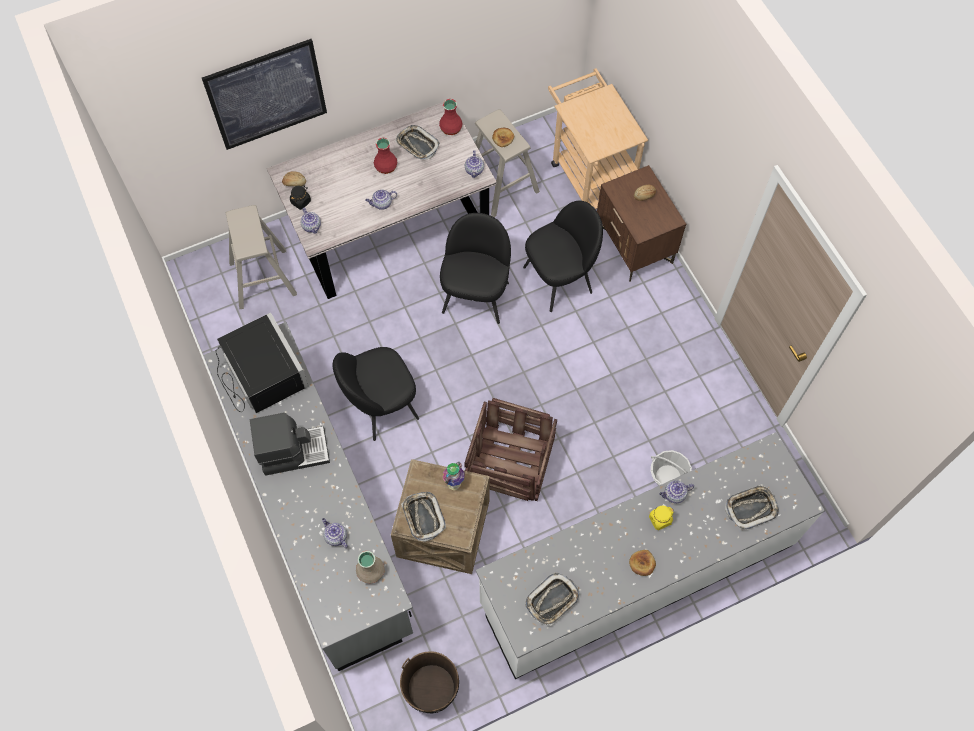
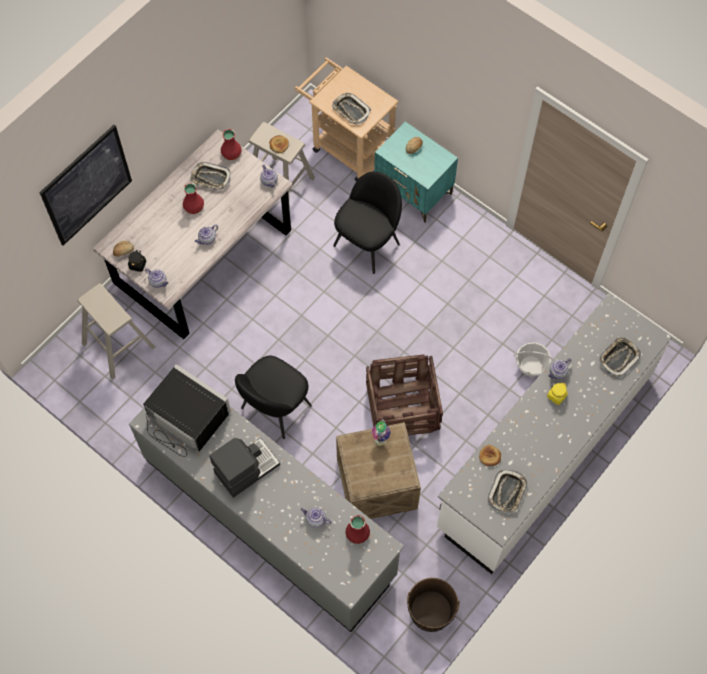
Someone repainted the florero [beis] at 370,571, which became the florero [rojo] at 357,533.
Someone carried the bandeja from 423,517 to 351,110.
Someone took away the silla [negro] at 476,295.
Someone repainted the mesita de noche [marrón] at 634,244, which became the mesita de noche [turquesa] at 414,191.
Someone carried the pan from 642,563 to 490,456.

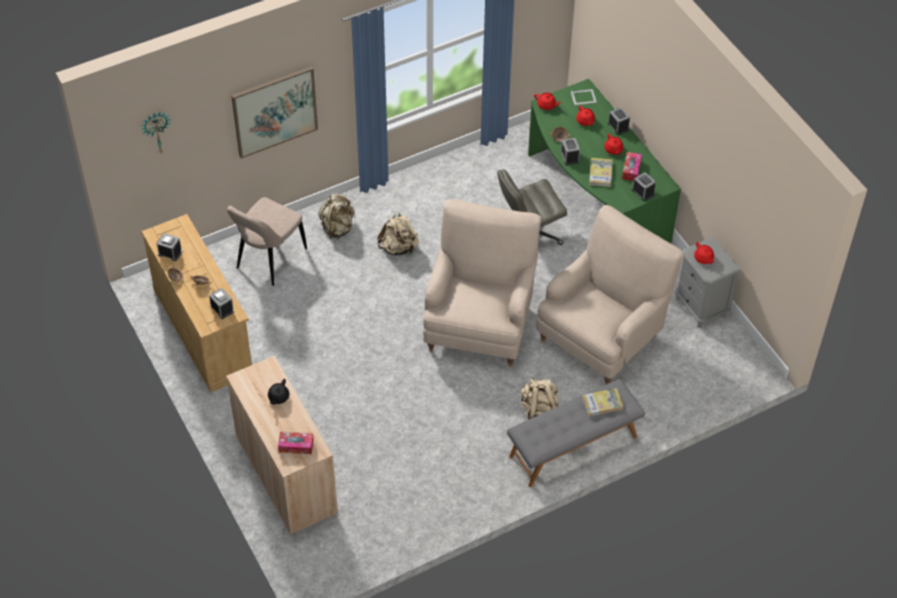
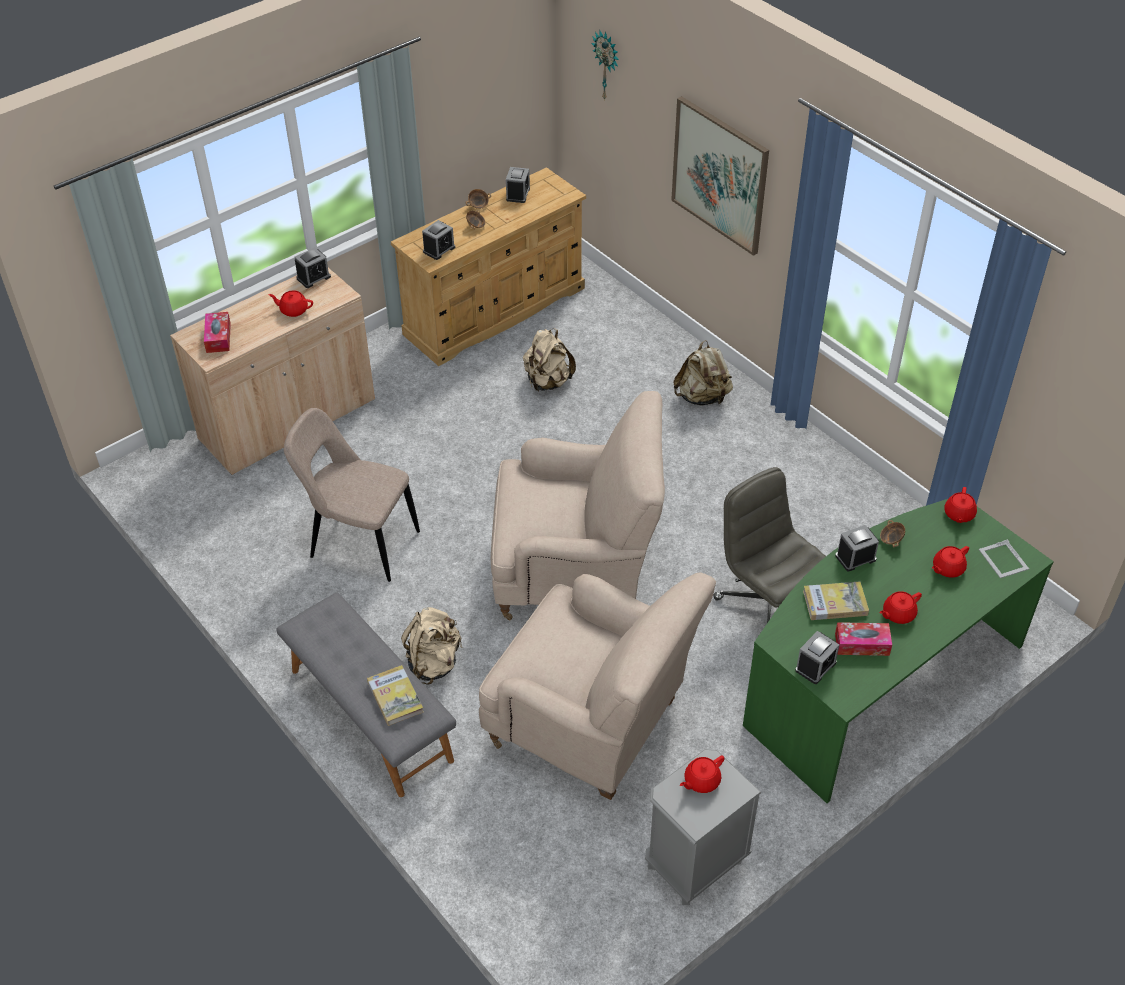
Someone carried the silla [beis] from 269,260 to 360,543.
Someone repainted the tetera [negro] at 278,397, which became the tetera [rojo] at 293,310.
Someone carried the mochila [beis] from 399,248 to 548,382.
Someone carried the despertador from 618,126 to 313,277.

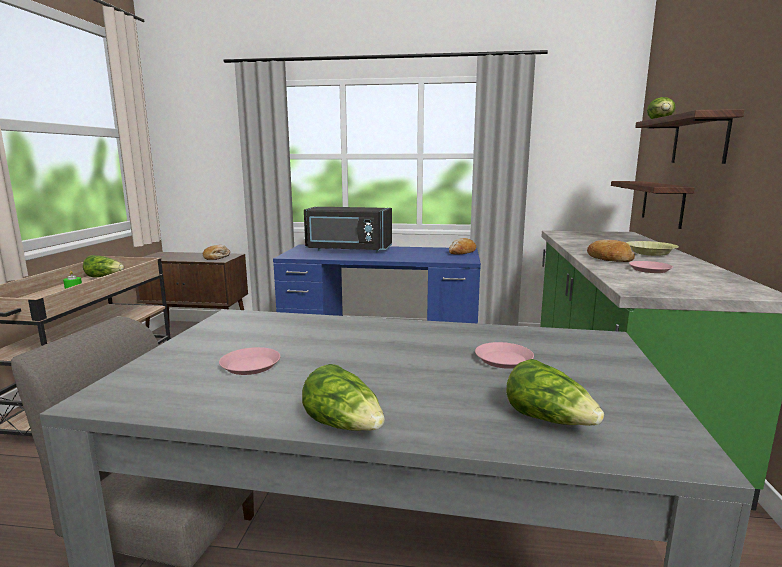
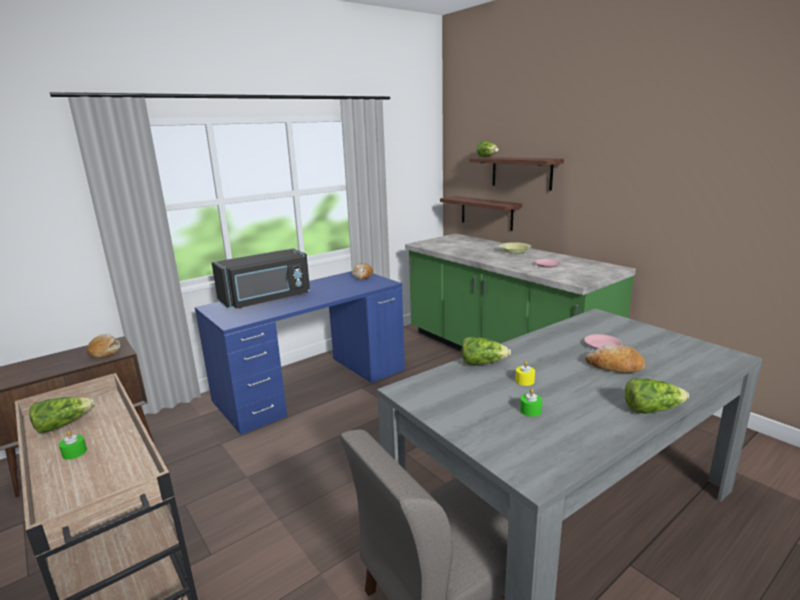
Someone swapped the plato [rosa] at 250,365 for the vela [verde] at 530,410.
Someone carried the lechuga from 549,420 to 482,363.
Someone carried the pan from 608,259 to 615,366.
Someone put down the vela [amarillo] at 524,381.

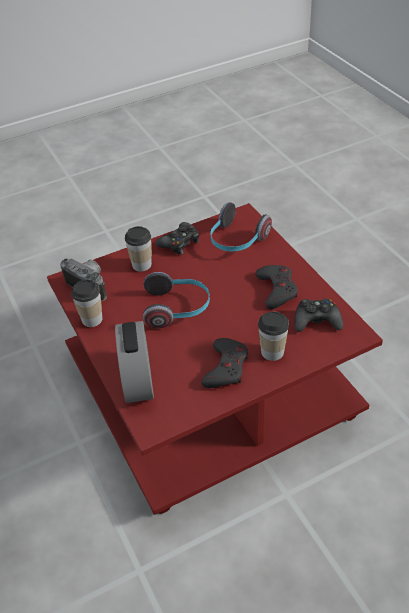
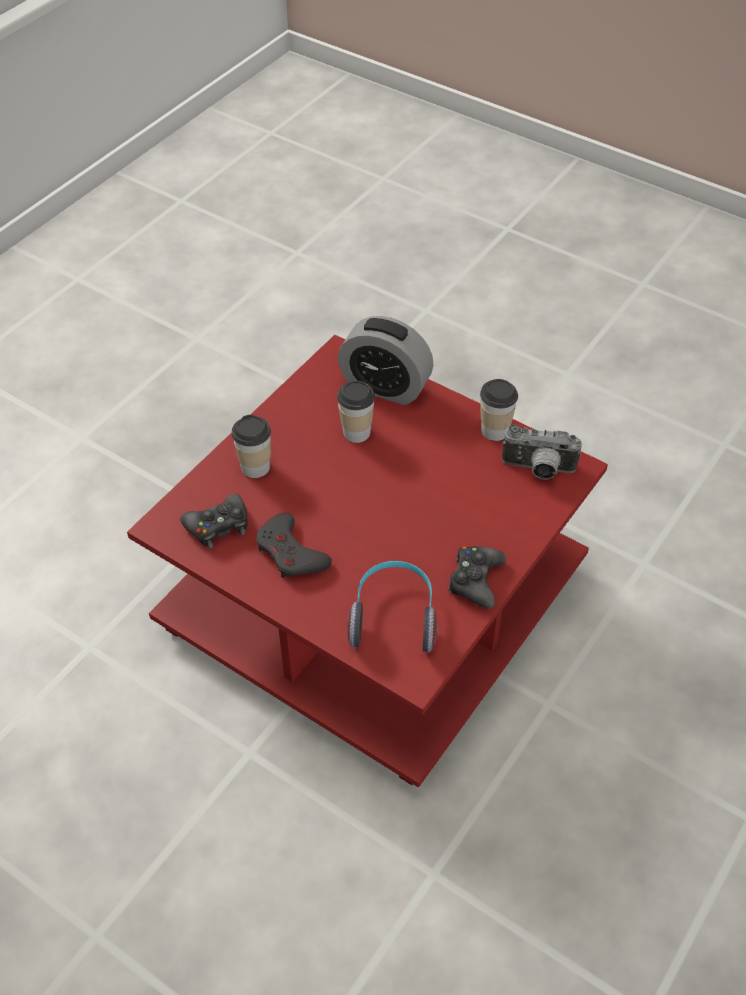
Someone rotated the despertador at 138,381 by 150 degrees clockwise.
Someone carried the taza from 142,265 to 356,432.
Someone took away the auriculares at 177,309.
Someone took away the mando de consola [gris] at 226,367.

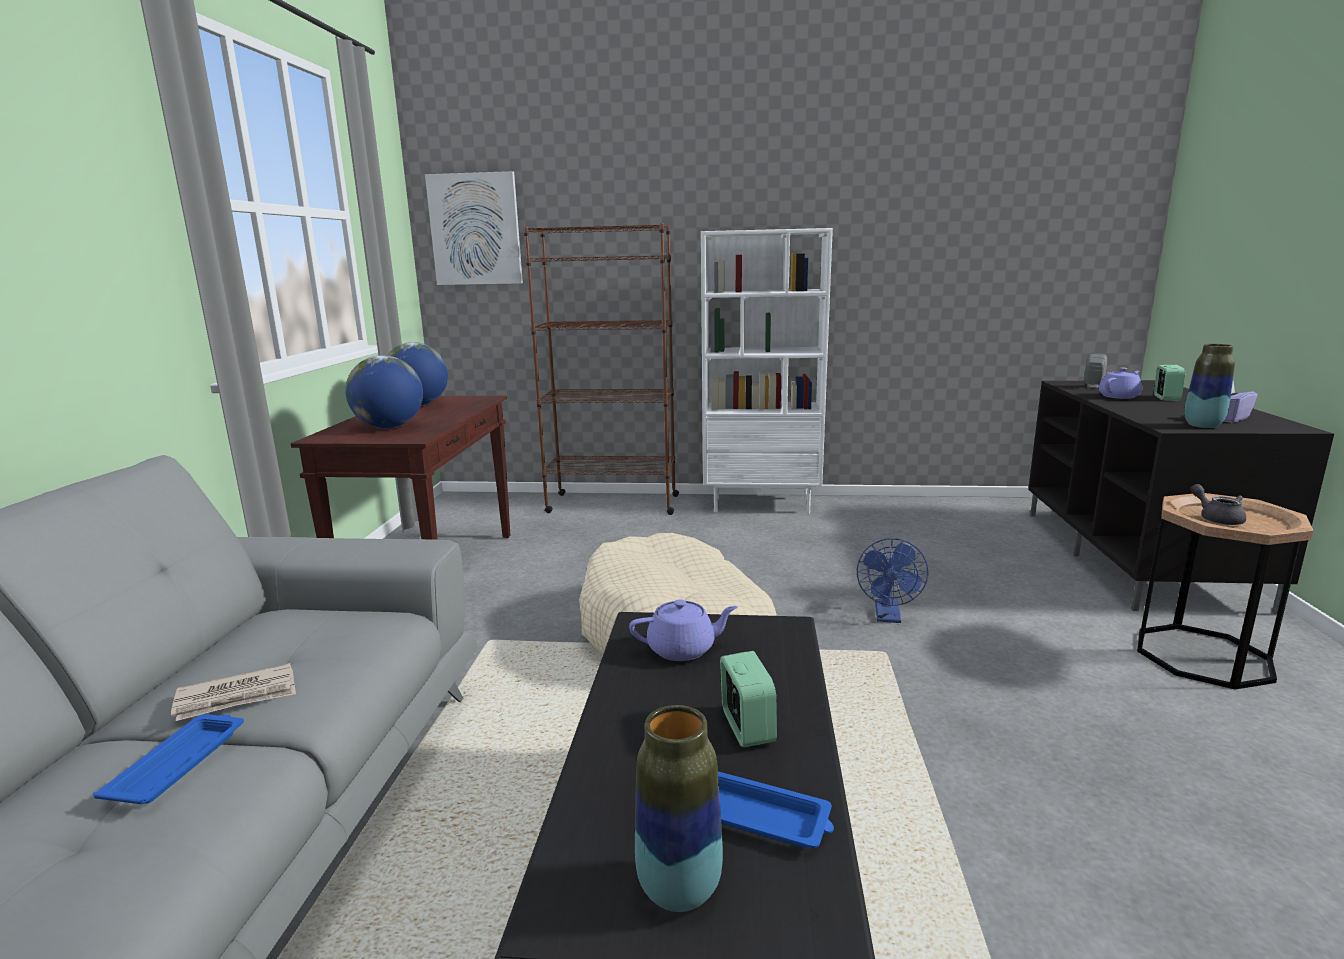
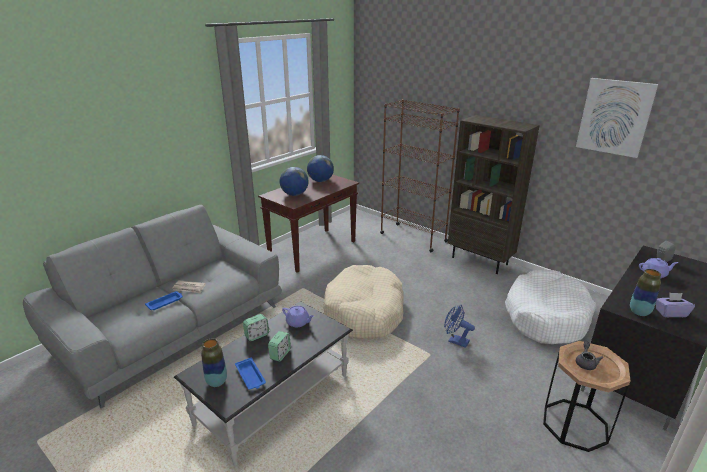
Someone carried the cuadro from 475,229 to 614,117.
Someone repainted the estantería [blanco] at 762,505, which became the estantería [marrón] at 480,261.
Someone rotated the ventilador [azul] at 888,617 by 75 degrees clockwise.
Someone carried the despertador from 1166,398 to 257,335.
Someone put down the cama para perro [blanco] at 545,316.

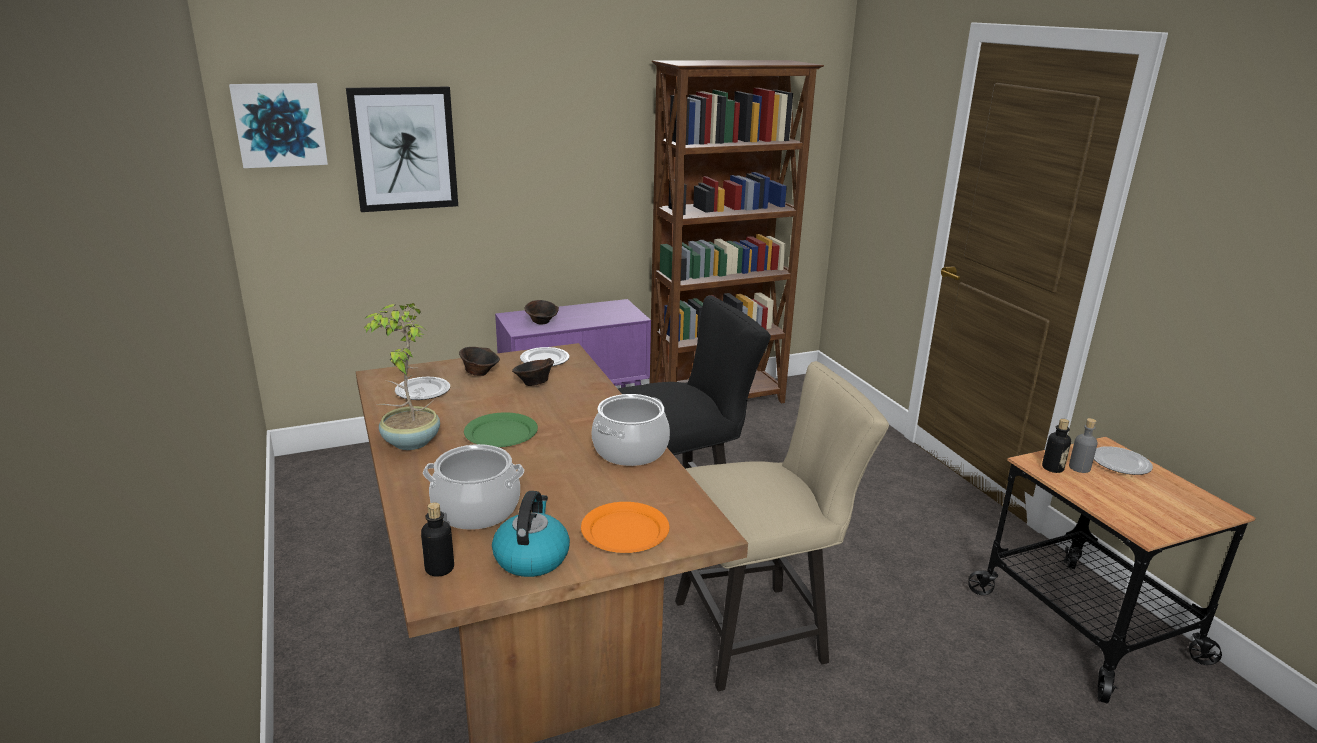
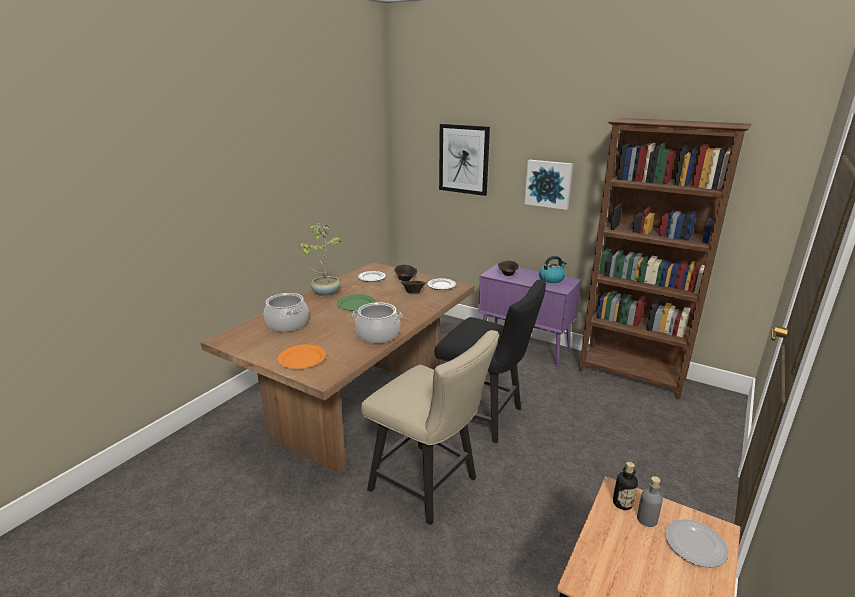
Someone carried the cuadro from 280,124 to 548,184.
Someone took away the botella at 439,568.
Someone carried the hervidor from 531,557 to 551,279.

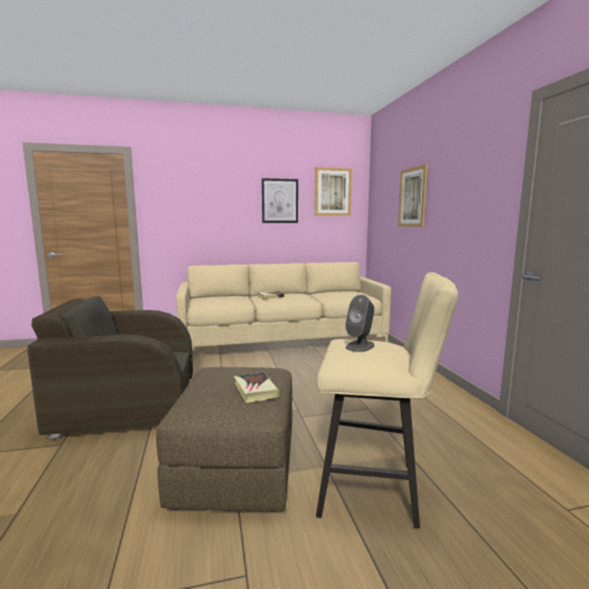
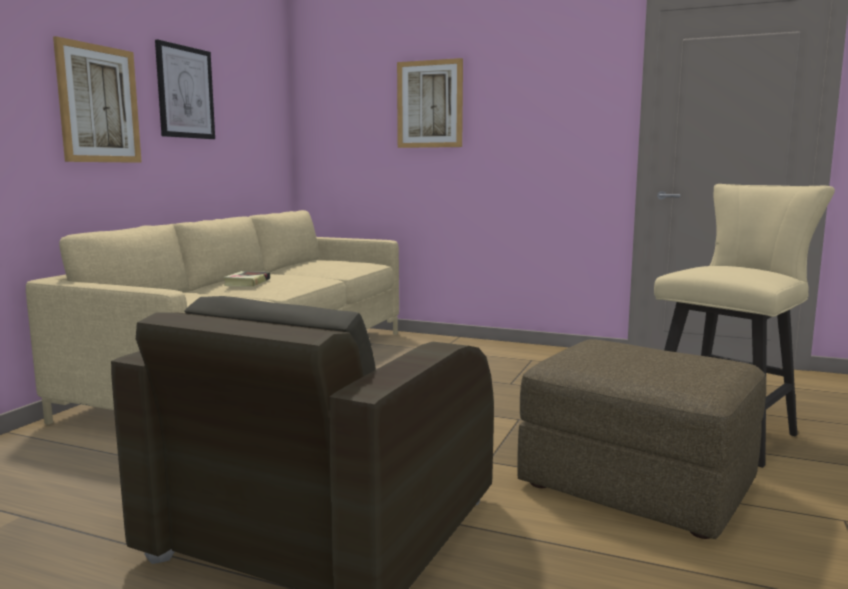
Someone took away the libro at 255,390.
Someone carried the cuadro from 333,192 to 99,104.
Someone took away the altavoz [gris] at 360,346.

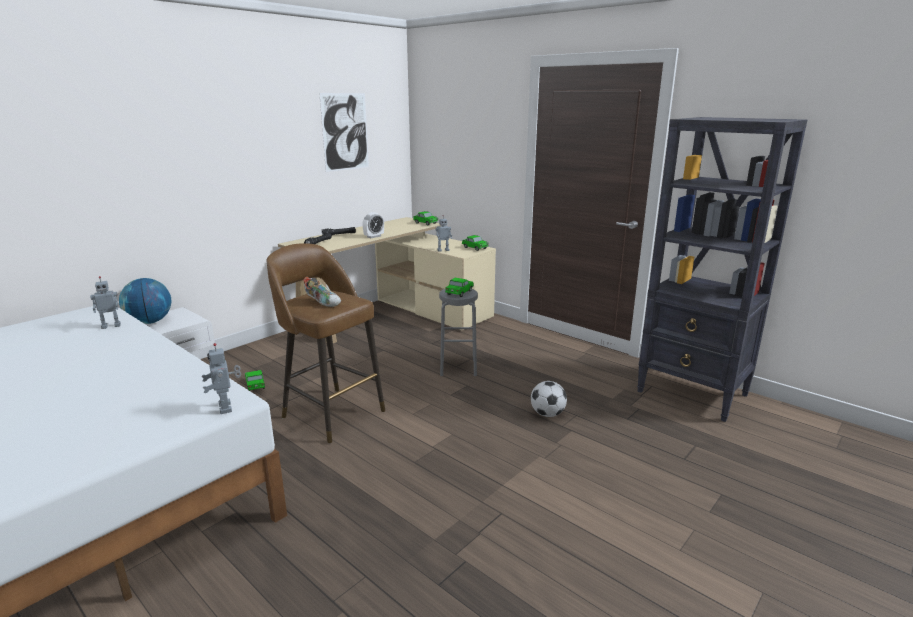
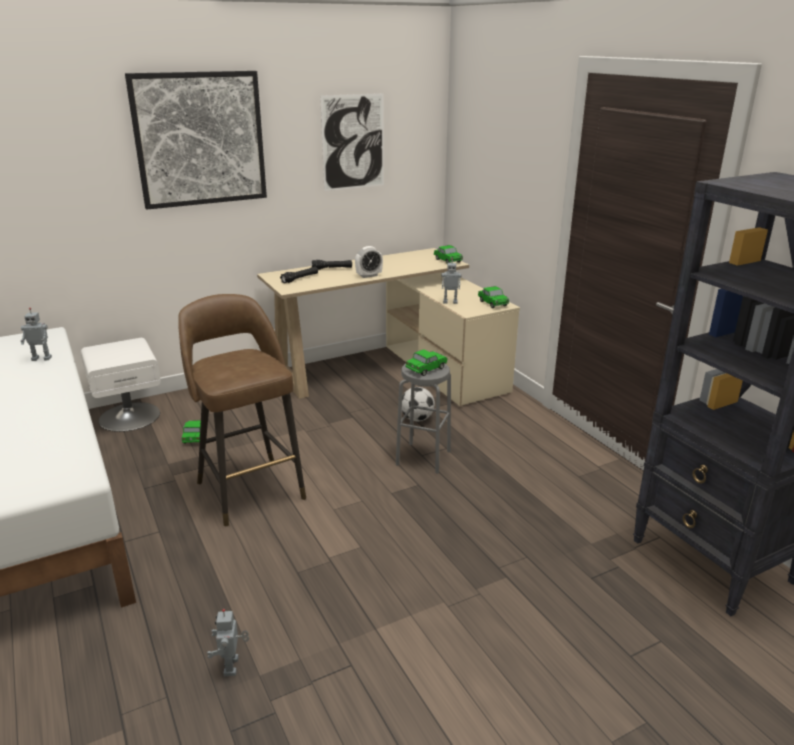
Someone took away the globo terráqueo at 150,322.
Someone carried the robot de juguete from 227,407 to 232,666.
Someone took away the zapato at 323,302.
Someone carried the balón de fútbol from 547,414 to 417,419.
Someone put up the cuadro at 200,139.

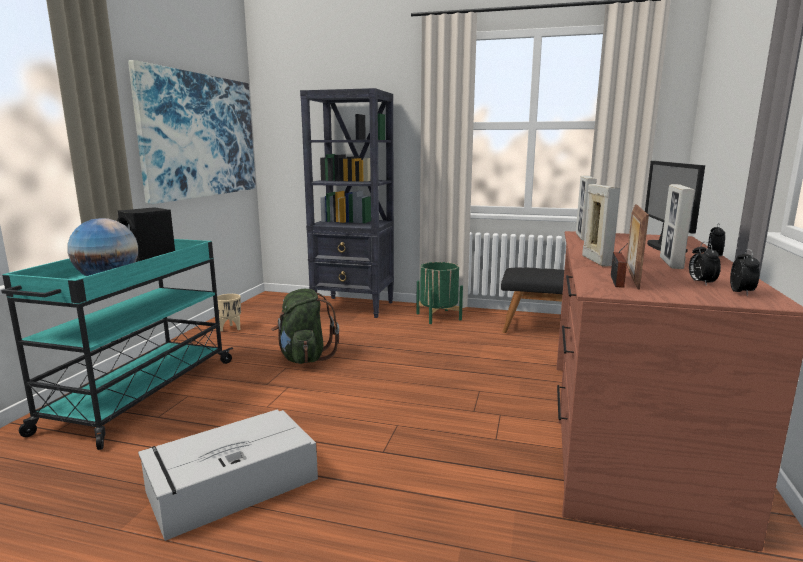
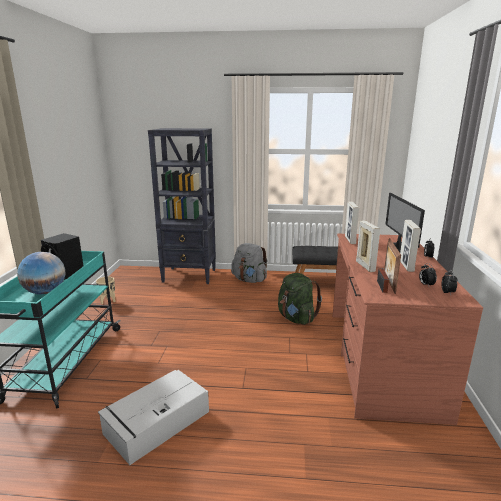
Someone took away the cuadro at 200,136.
Someone carried the mochila [verde] from 304,358 to 296,318.
Someone swapped the maceta [verde] at 438,316 for the mochila [gris] at 249,280.

